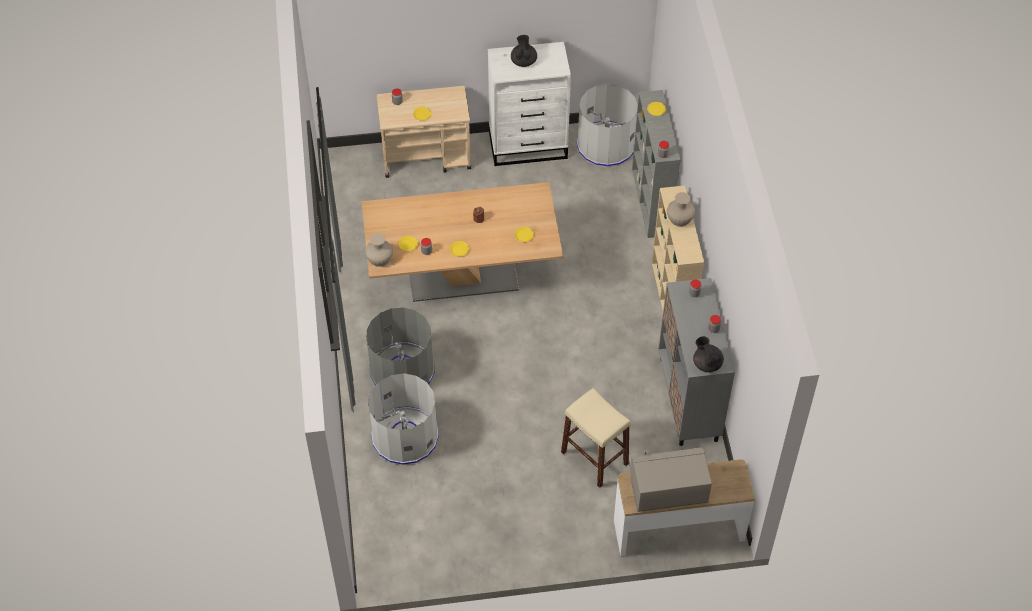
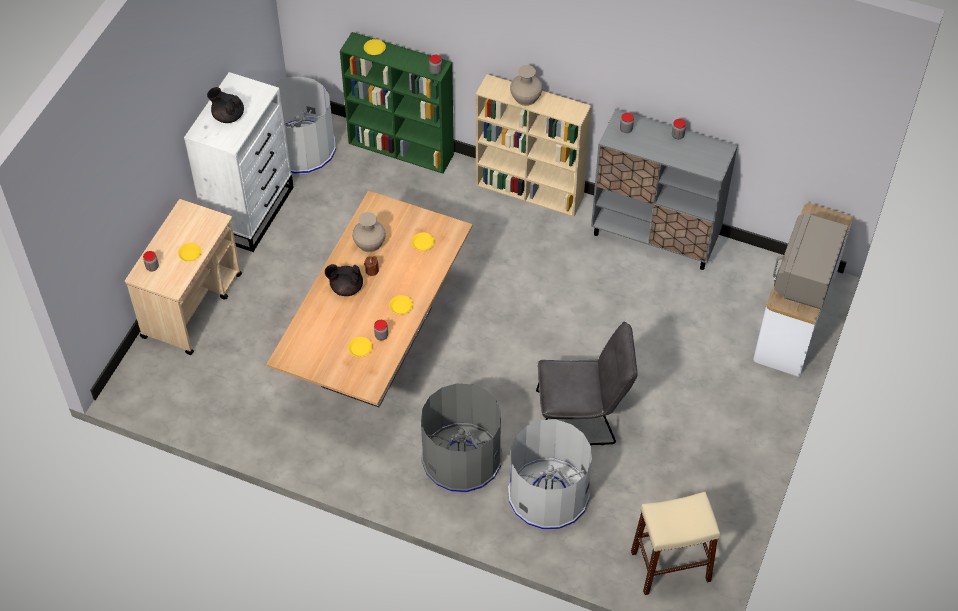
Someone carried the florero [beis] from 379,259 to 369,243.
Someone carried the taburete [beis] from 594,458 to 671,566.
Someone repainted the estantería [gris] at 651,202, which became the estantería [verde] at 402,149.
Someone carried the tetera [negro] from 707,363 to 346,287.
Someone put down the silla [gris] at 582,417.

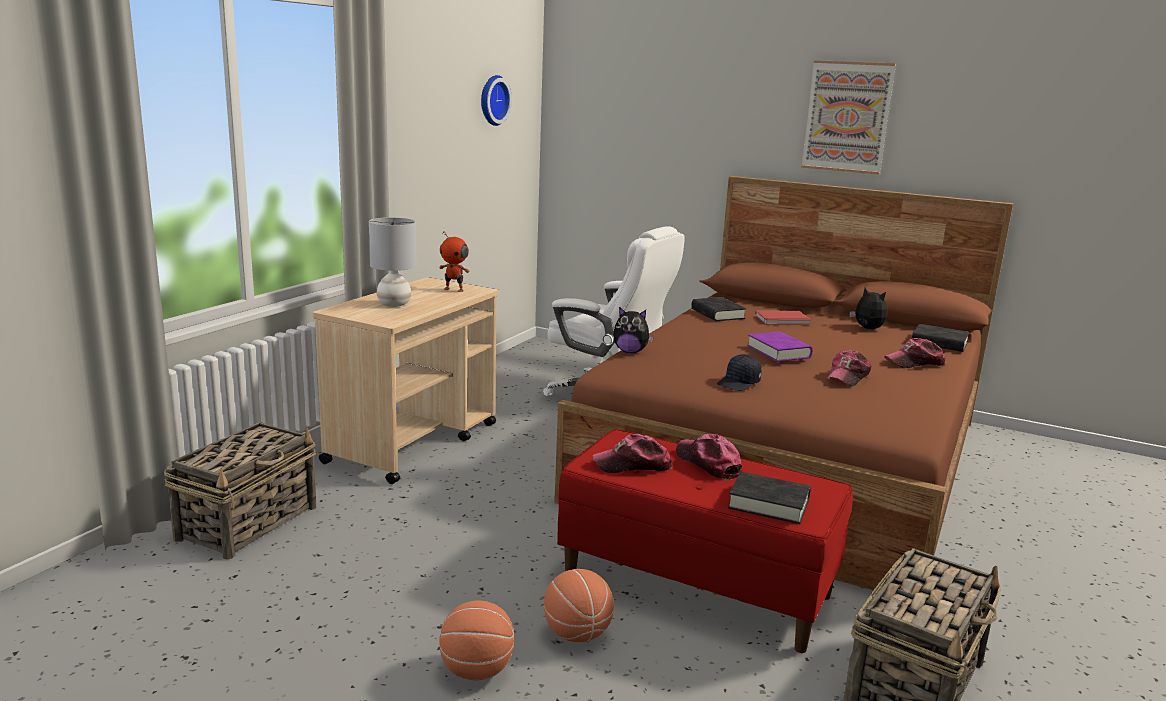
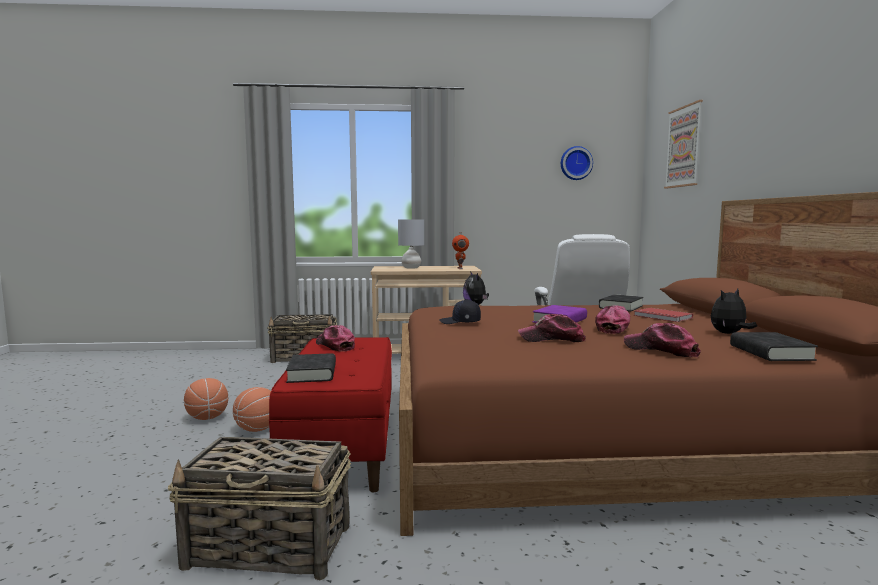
Someone carried the gorra from 708,463 to 613,327.
Someone carried the cuadro from 847,117 to 683,147.
Someone rotated the peluche at 867,329 by 135 degrees counterclockwise.

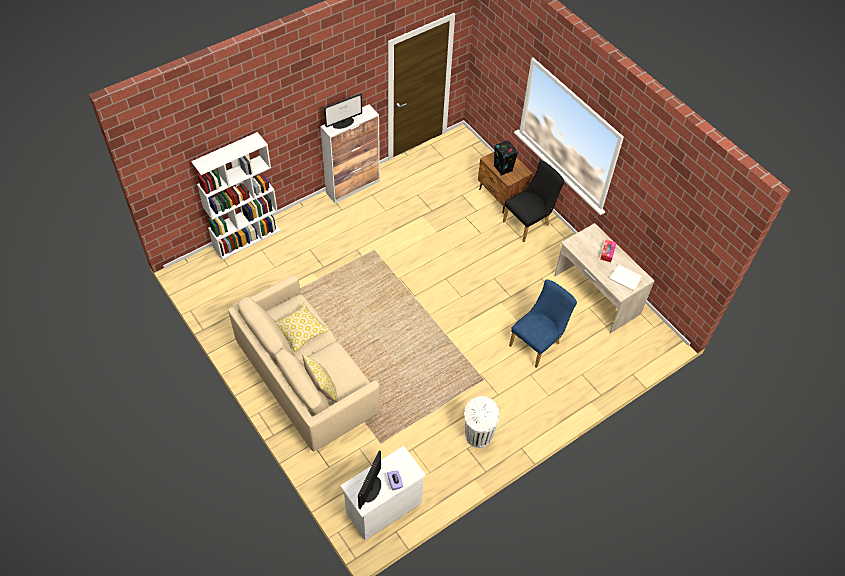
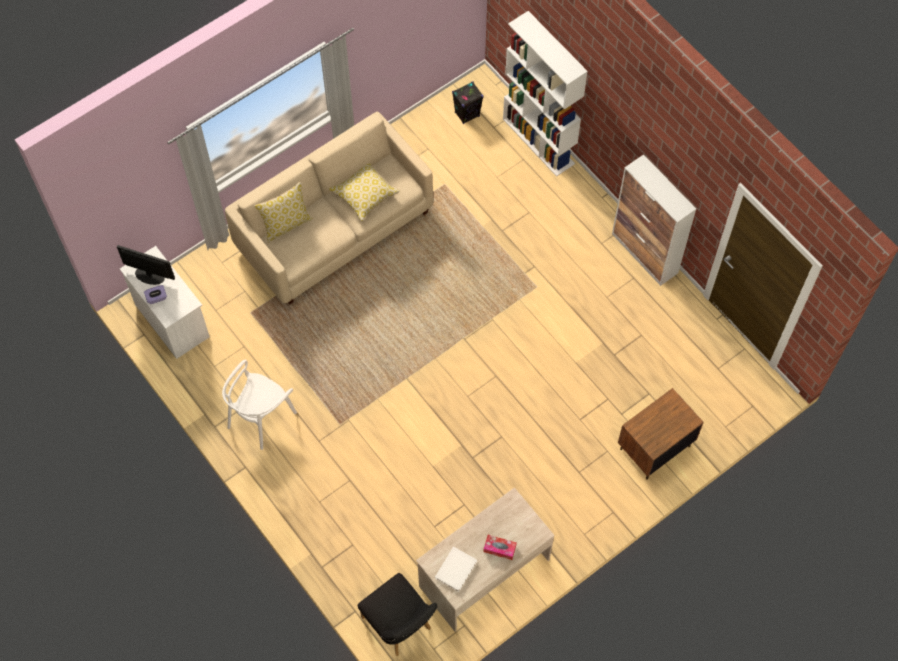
Someone took away the monitor at 343,123.
Someone swapped the papelera [blanco] at 478,436 for the silla [blanco] at 260,418.
Someone carried the altavoz [negro] from 502,169 to 467,114.
Someone carried the silla [negro] from 529,223 to 400,626.
Someone took away the silla [azul] at 537,343.

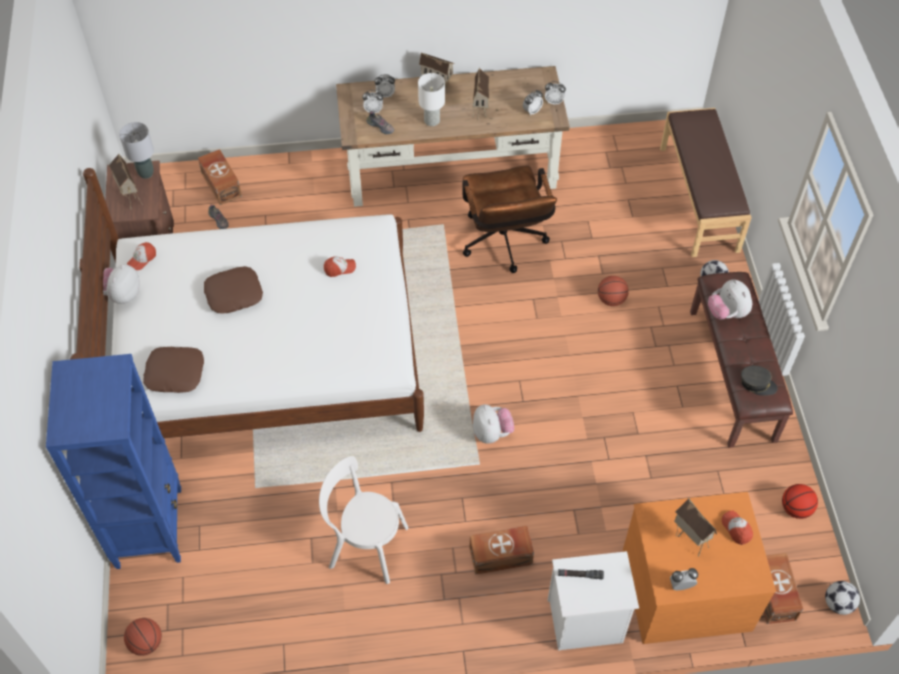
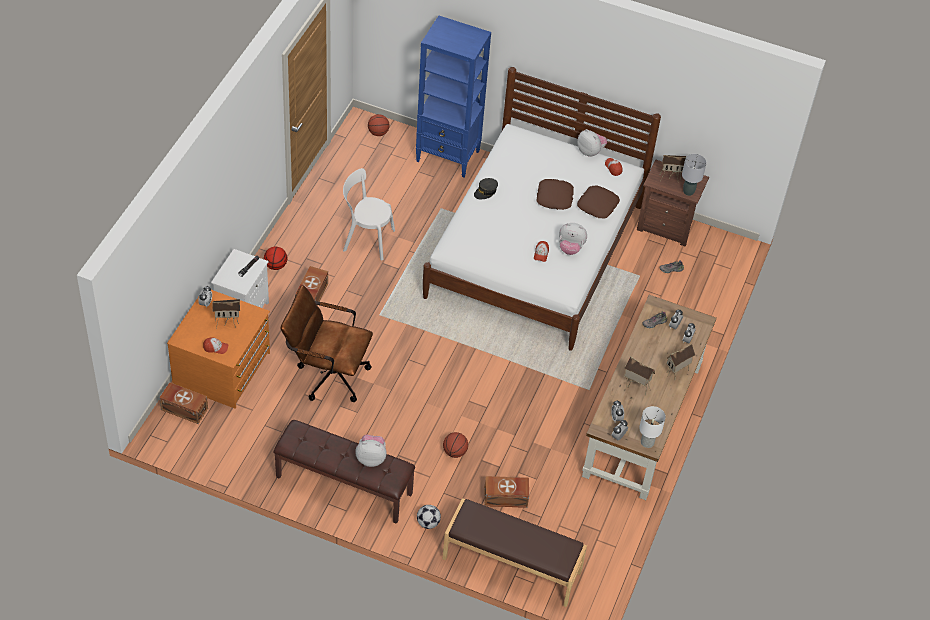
Someone carried the cojín [marrón] from 175,373 to 598,205.
Someone carried the caja de almacenaje [marrón] from 222,184 to 506,498.
Someone rotated the silla [blanco] at 364,545 by 120 degrees counterclockwise.
Someone carried the lámpara de mesa [blanco] from 431,120 to 647,442.
Someone carried the silla de oficina [marrón] from 504,245 to 327,374.
Someone carried the peluche from 492,433 to 570,248.
Someone carried the gorra [gris] from 757,384 to 485,192.
Someone carried the balón de baloncesto from 795,509 to 275,265.
Someone took away the balón de fútbol at 838,604.

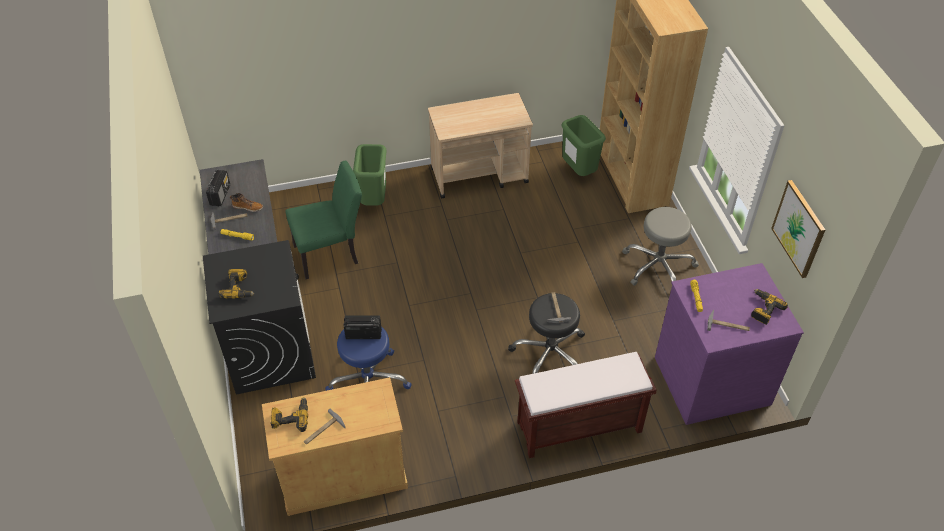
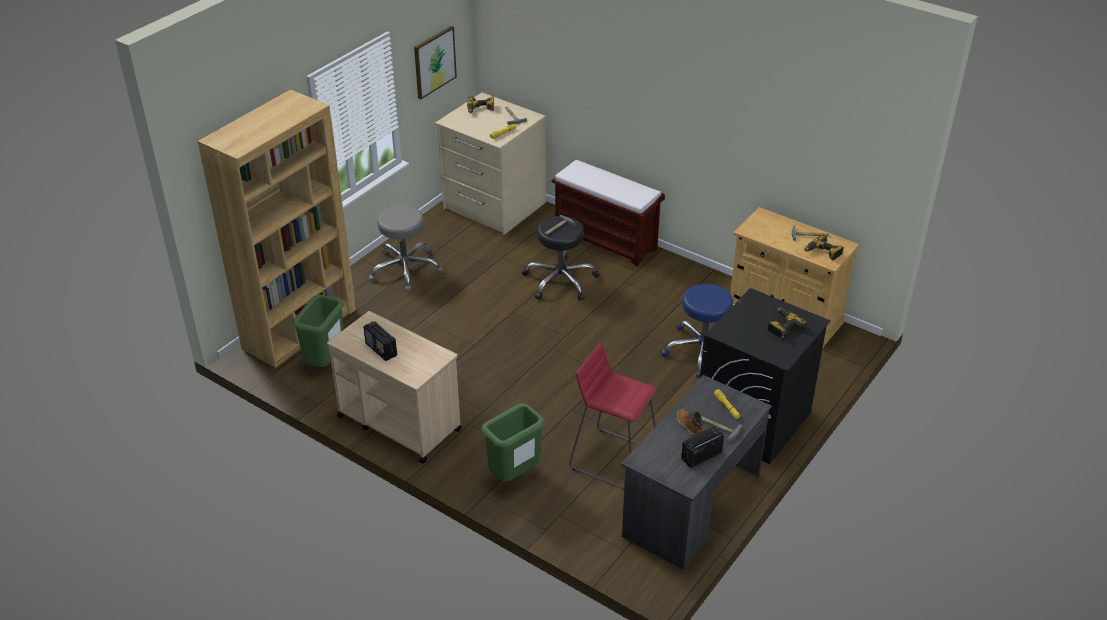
Someone swapped the silla [verde] at 331,253 for the taburete [rojo] at 613,458.
Someone carried the radio from 363,334 to 381,350.
Someone repainted the cómoda [morado] at 711,379, which became the cómoda [beis] at 493,206.

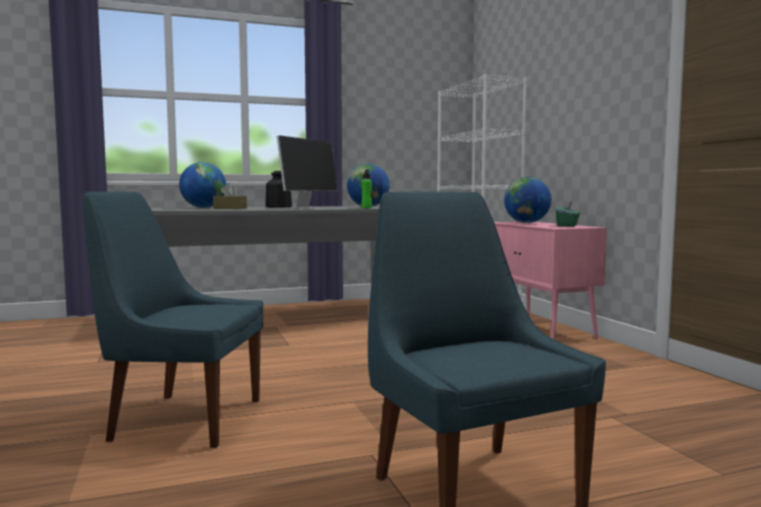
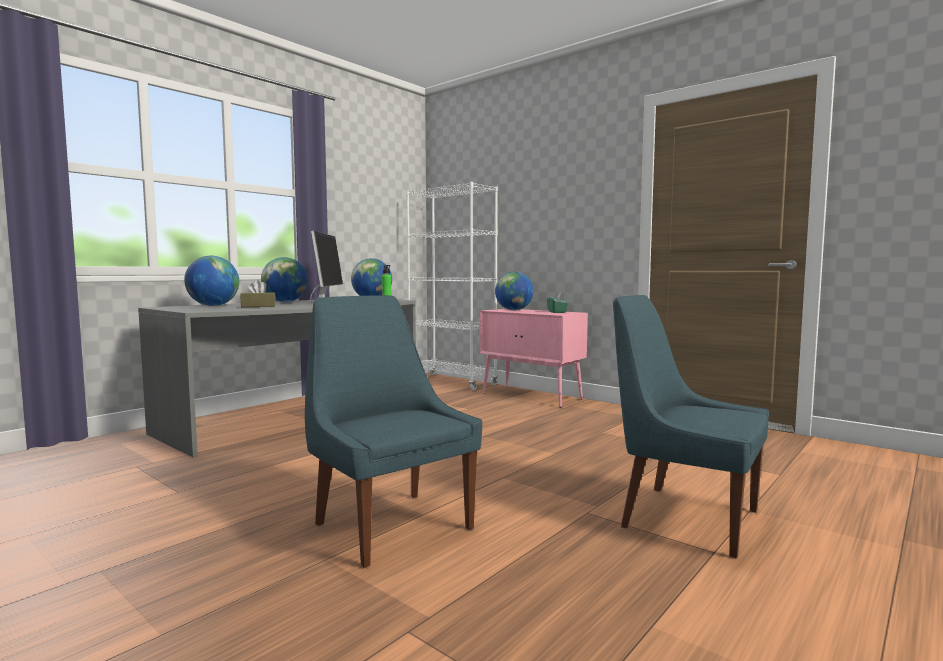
Someone rotated the silla [azul] at 182,419 by 75 degrees clockwise.
Someone swapped the botella at 278,207 for the globo terráqueo at 285,302.

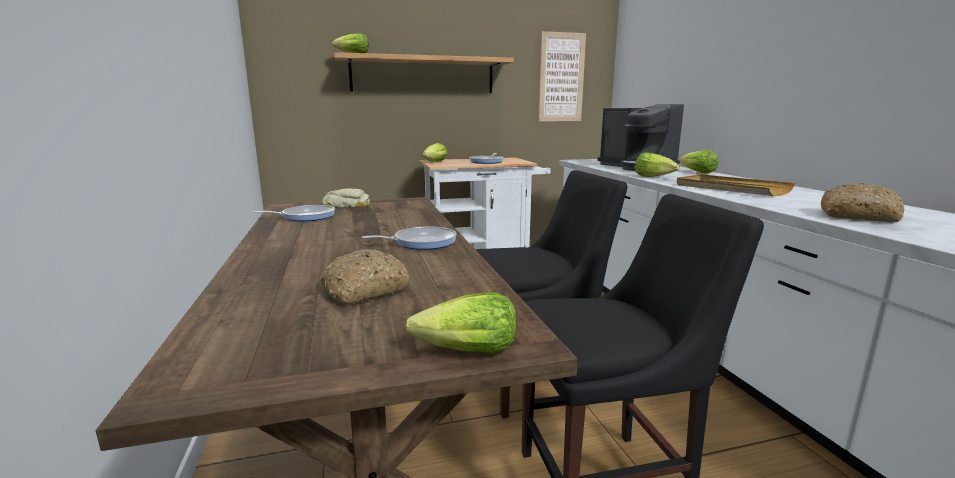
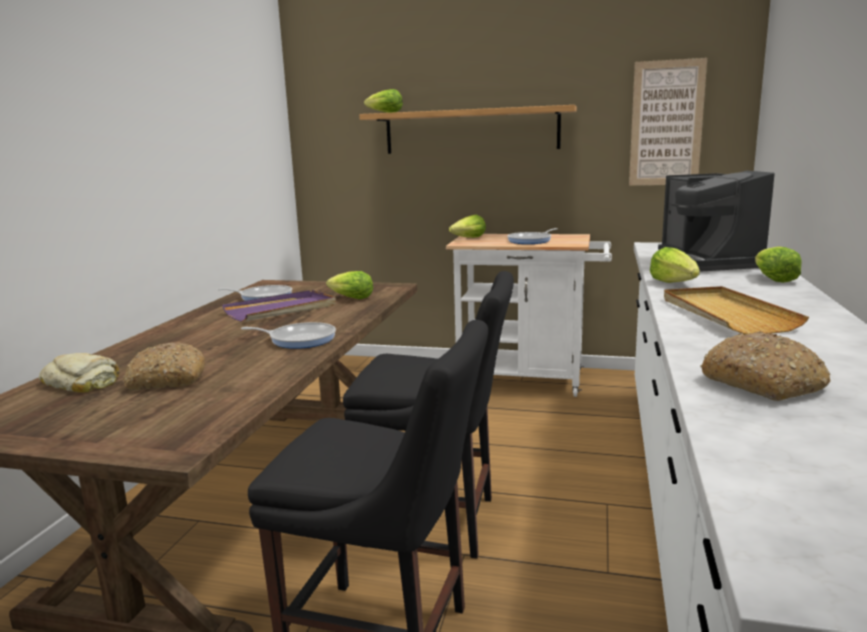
Someone carried the pan from 347,206 to 81,382.
Someone carried the lechuga from 467,352 to 351,298.
Someone put down the bandeja [morado] at 281,309.

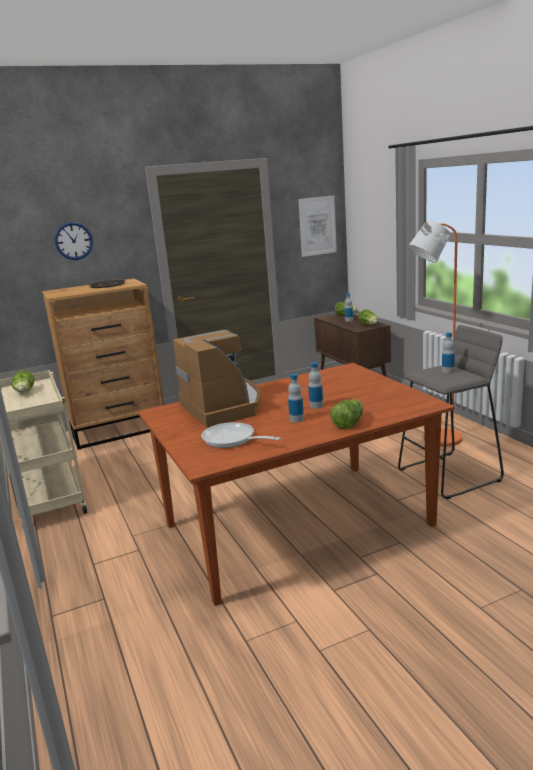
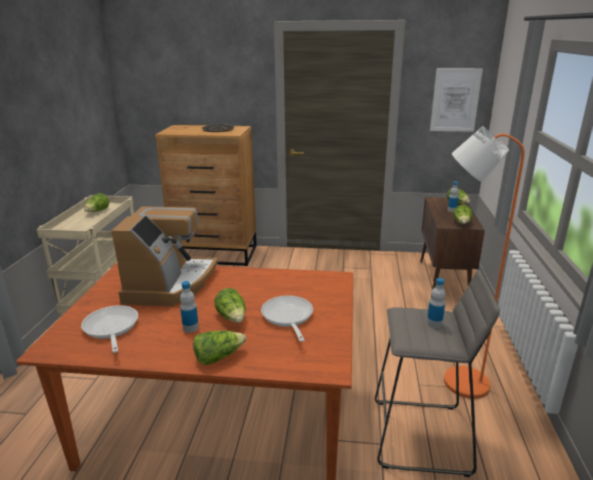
Someone took away the reloj de pared at 73,241.
Someone swapped the botella at 316,406 for the lechuga at 232,317.
Someone put down the sartén at 287,317.

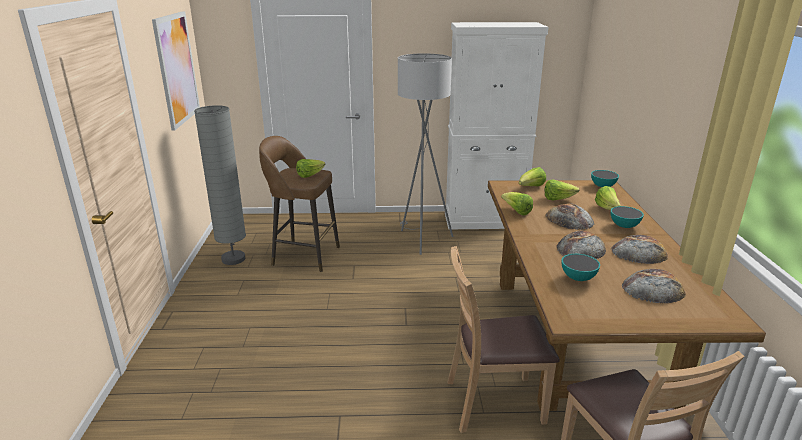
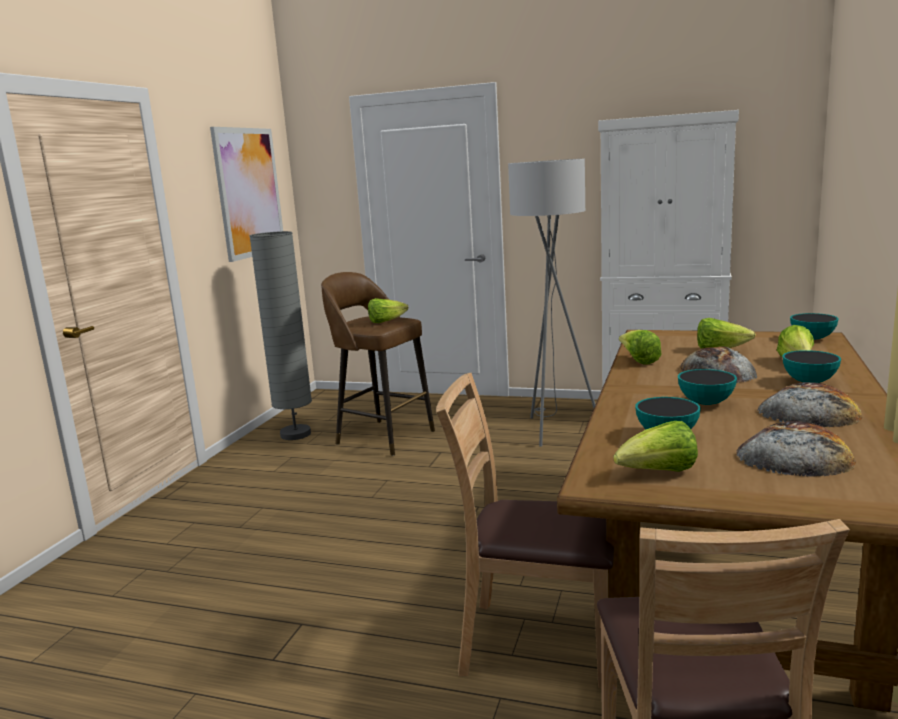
Someone carried the lechuga from 531,187 to 658,473.
Someone swapped the pan at 581,248 for the cuenco at 706,403.

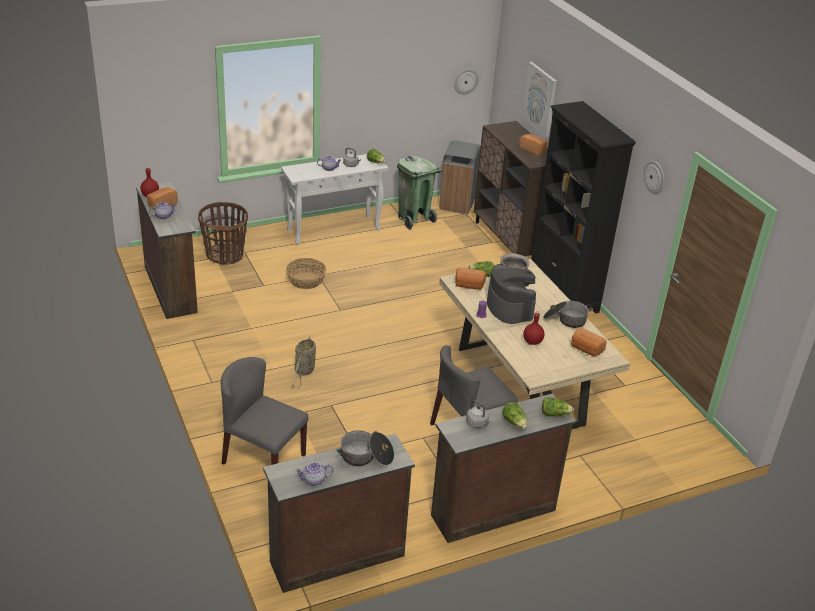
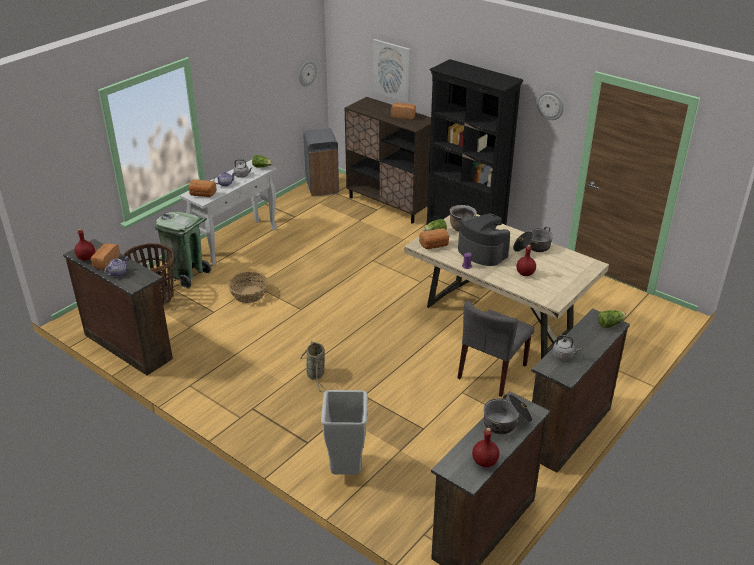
Someone swapped the silla [gris] at 263,459 for the papelera [gris] at 346,468.
Someone swapped the tetera at 314,480 for the botella [rojo] at 485,462.
Someone carried the papelera [verde] from 414,219 to 187,275.
Someone took away the lechuga at 514,422.
Someone carried the pan from 586,349 to 202,194.

